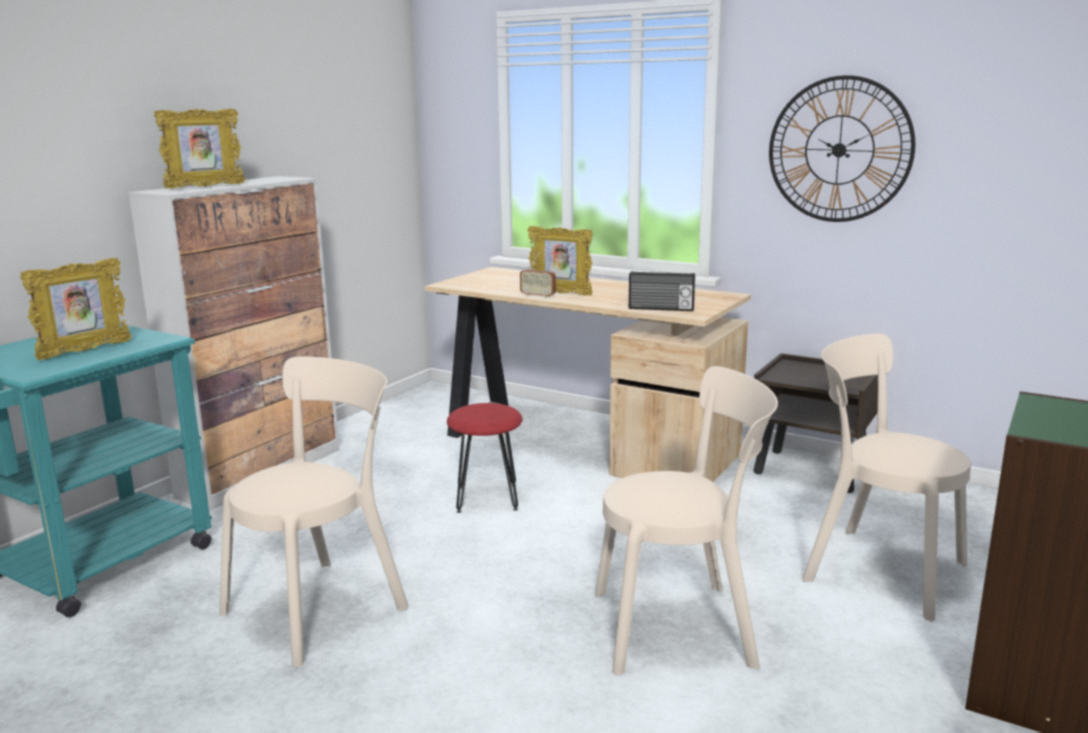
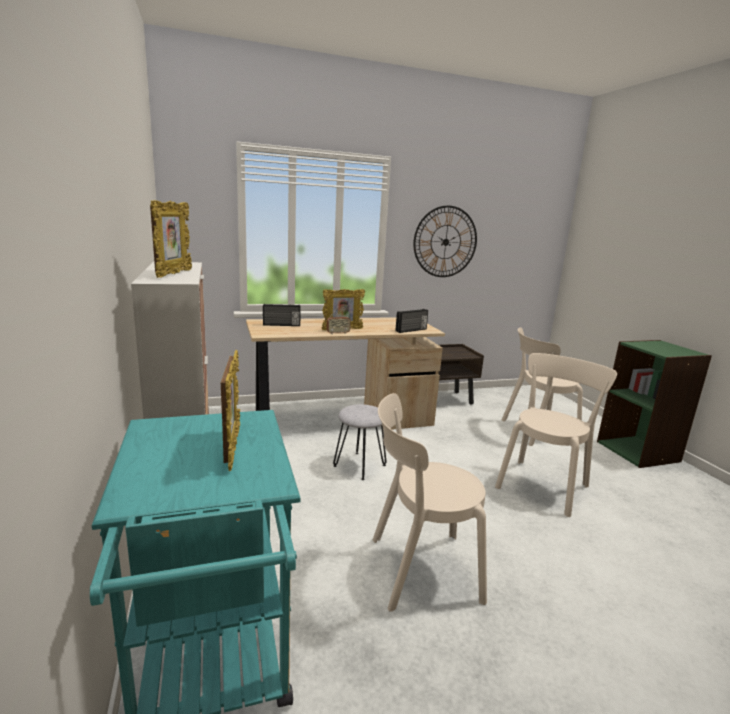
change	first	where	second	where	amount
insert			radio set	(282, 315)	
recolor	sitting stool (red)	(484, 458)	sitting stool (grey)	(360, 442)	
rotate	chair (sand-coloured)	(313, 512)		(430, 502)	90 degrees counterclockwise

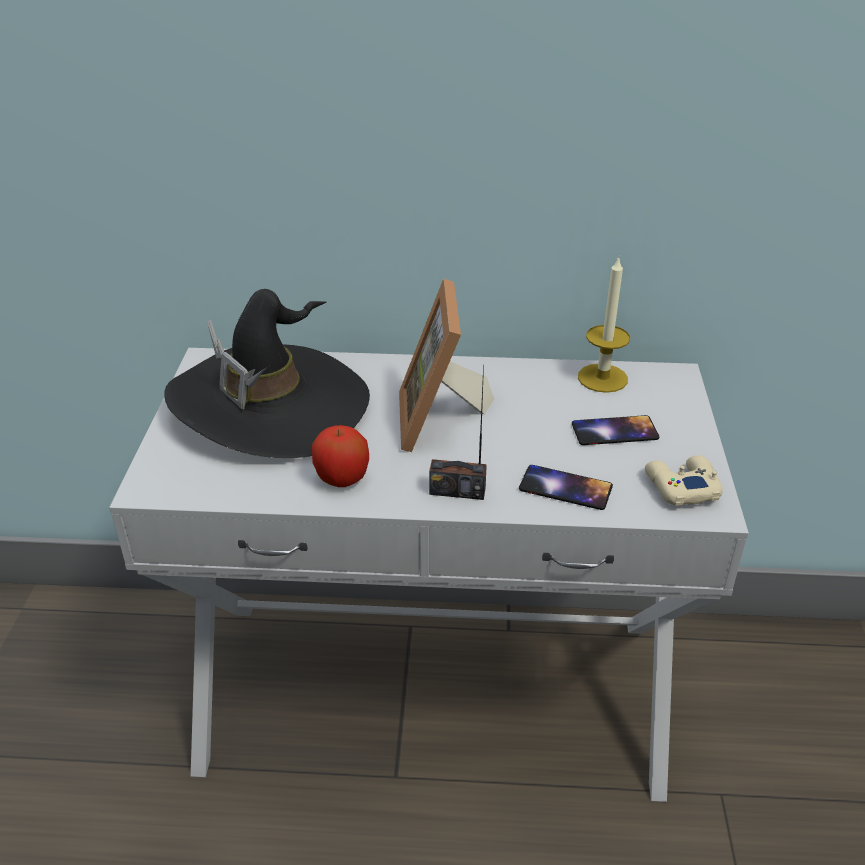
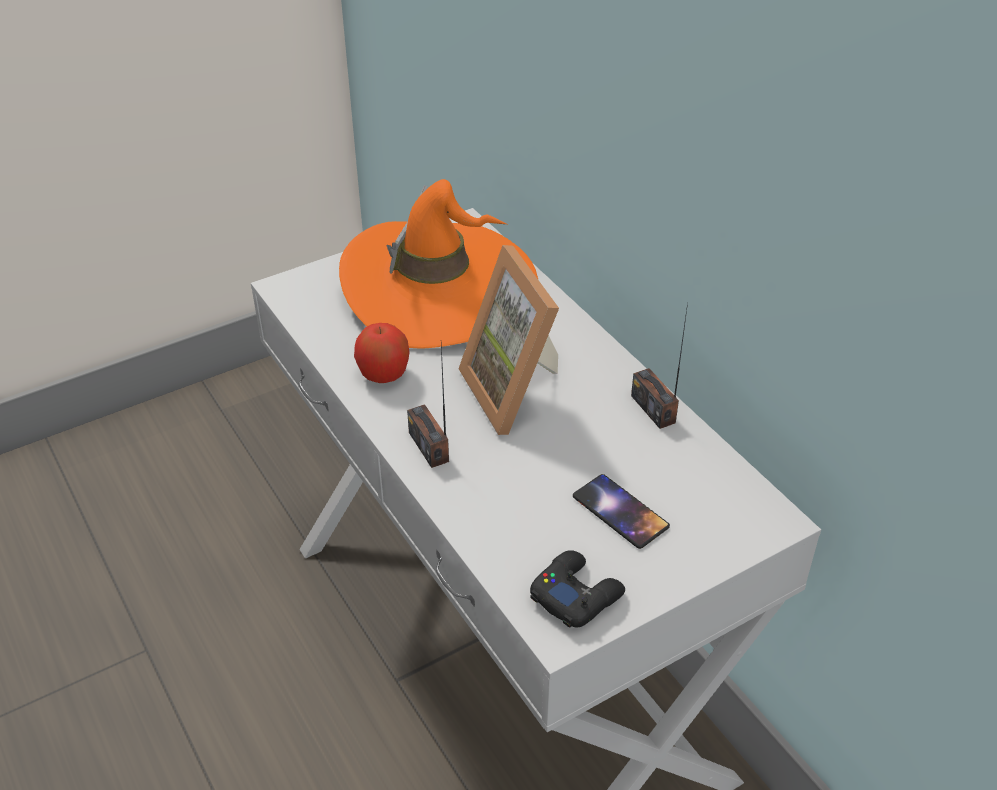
change	first	where	second	where	amount
delete	phone	(566, 487)			
delete	candle	(604, 324)			
insert			radio set	(659, 366)	
recolor	hat (black-coloured)	(267, 373)	hat (orangey)	(438, 264)	
recolor	game controller (sand-coloured)	(684, 480)	game controller (black-coloured)	(577, 589)	
rotate	standing frame	(446, 365)		(508, 340)	75 degrees counterclockwise

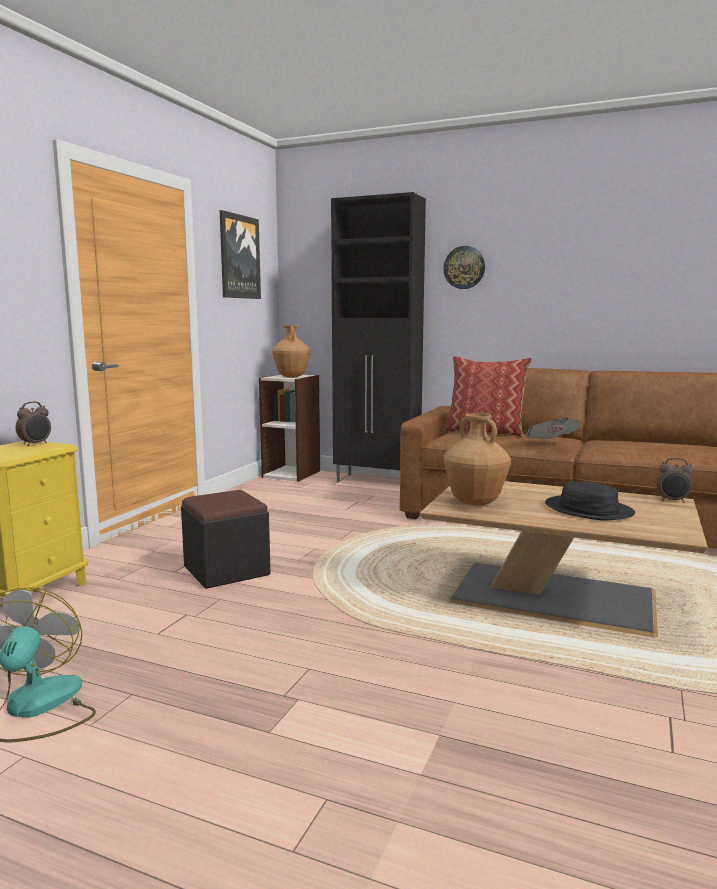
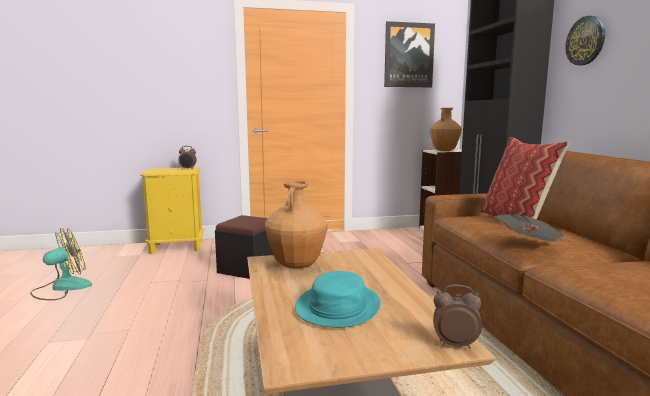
change	first	where	second	where	amount
recolor	hat (black-coloured)	(590, 500)	hat (turquoise)	(337, 299)	
rotate	alarm clock	(675, 480)		(457, 317)	120 degrees clockwise

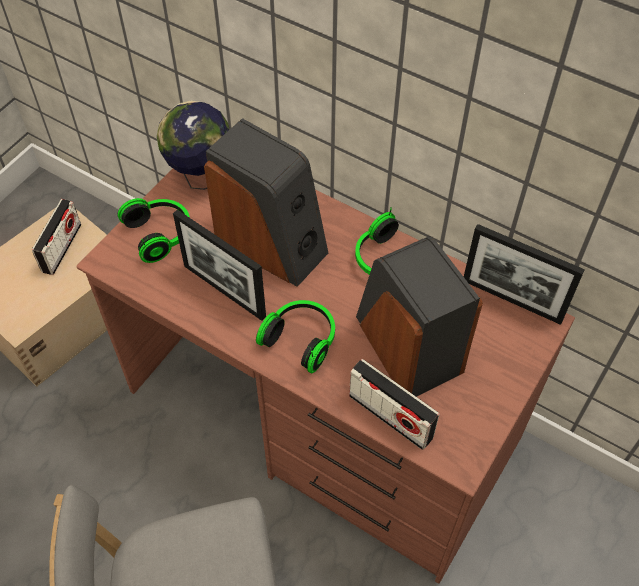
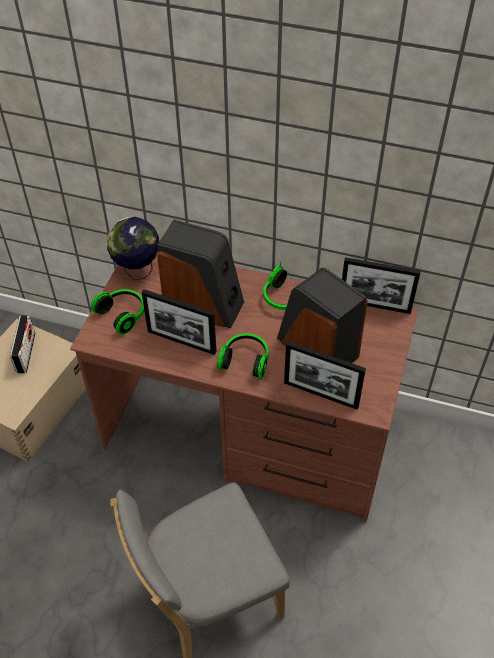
change	first	where	second	where	amount
replace	radio set	(394, 404)	standing frame	(325, 375)	

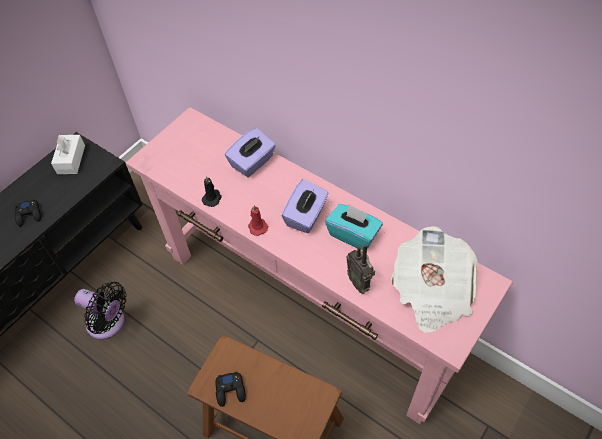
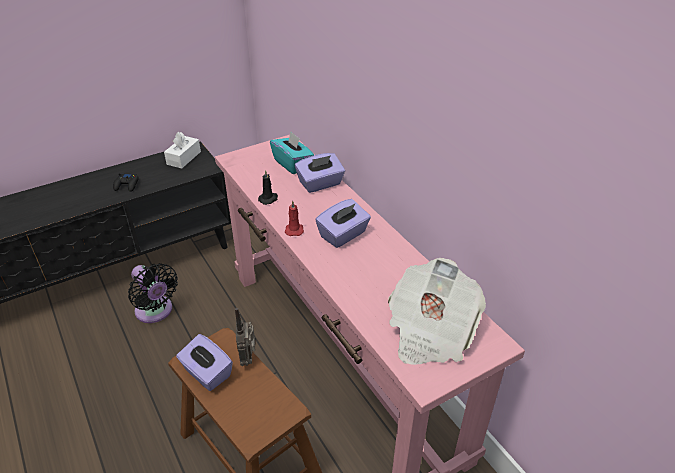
change	first	where	second	where	amount
move	box of tissues (turquoise)	(354, 227)		(292, 153)	
move	radio set	(360, 269)		(245, 337)	
replace	game controller (black-coloured)	(230, 389)	box of tissues (purple-coloured)	(204, 362)	

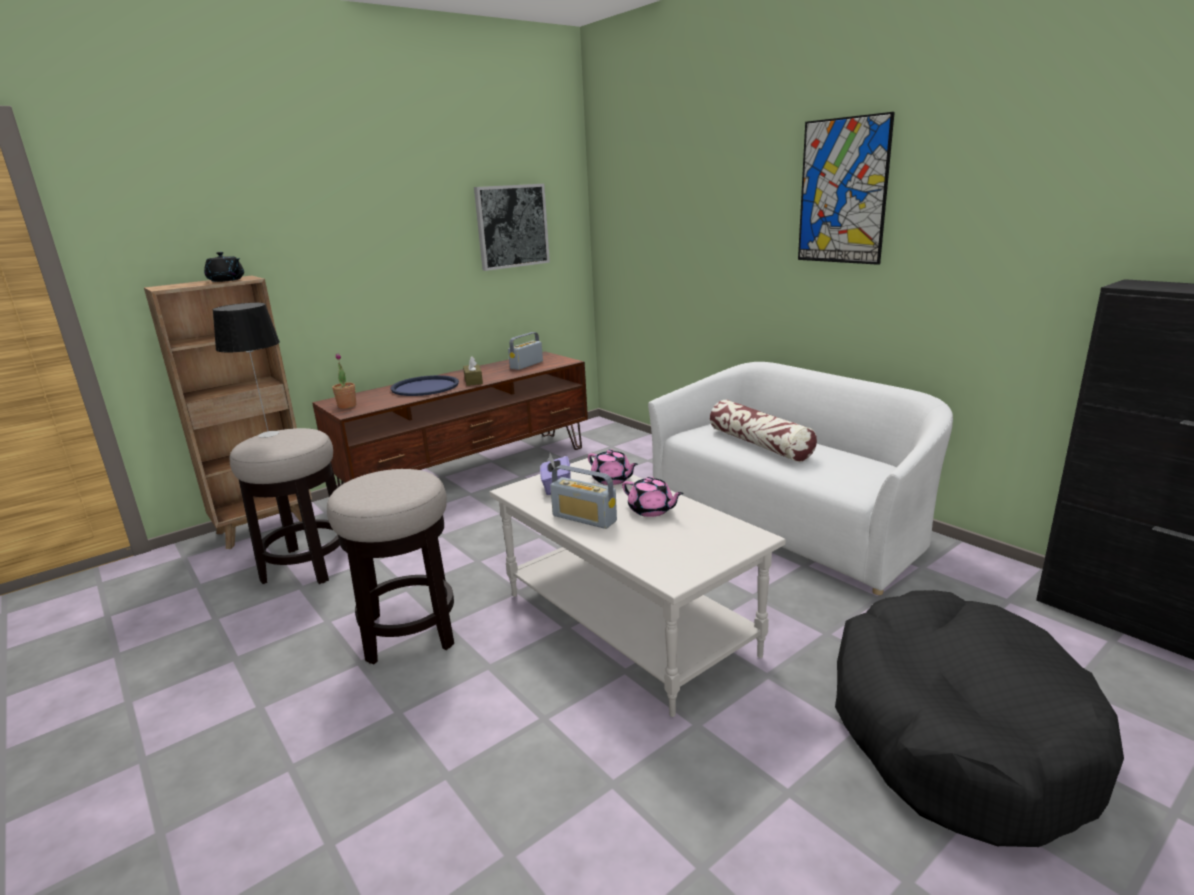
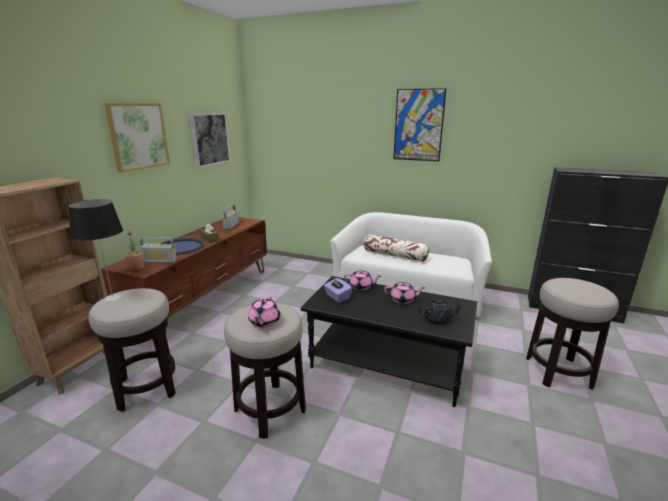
change	first	where	second	where	amount
insert			wall art	(137, 137)	
insert			teapot (pink-coloured)	(264, 311)	
move	teapot (black-coloured)	(224, 267)		(440, 312)	
move	radio set	(583, 497)		(158, 250)	
replace	pet bed (black-coloured)	(979, 718)	sitting stool	(572, 334)	
recolor	coffee table (whitish)	(637, 587)	coffee table (black-coloured)	(389, 341)	

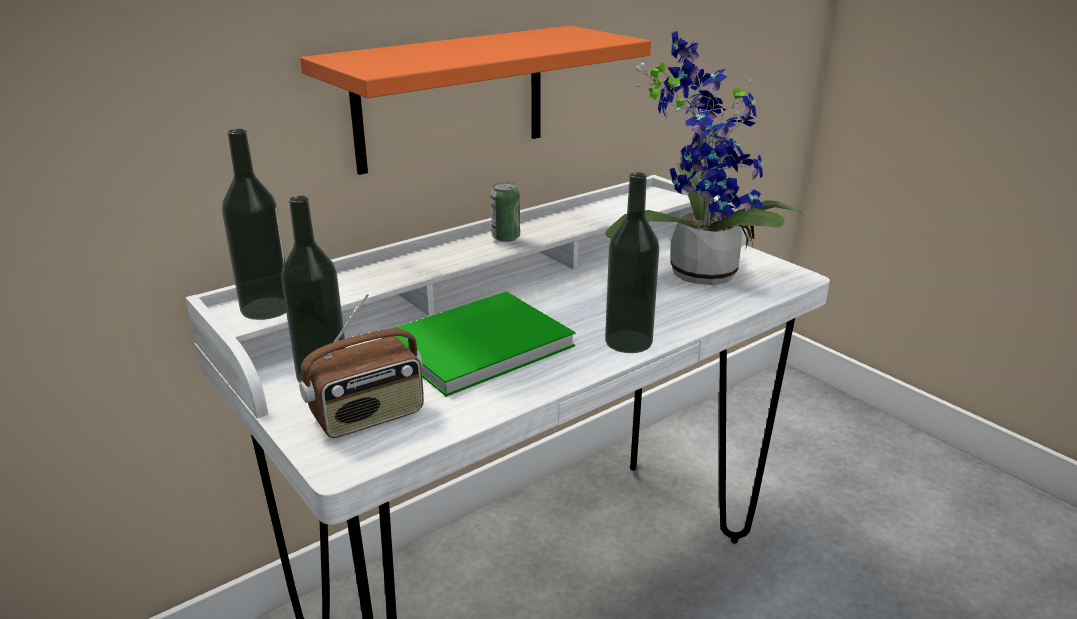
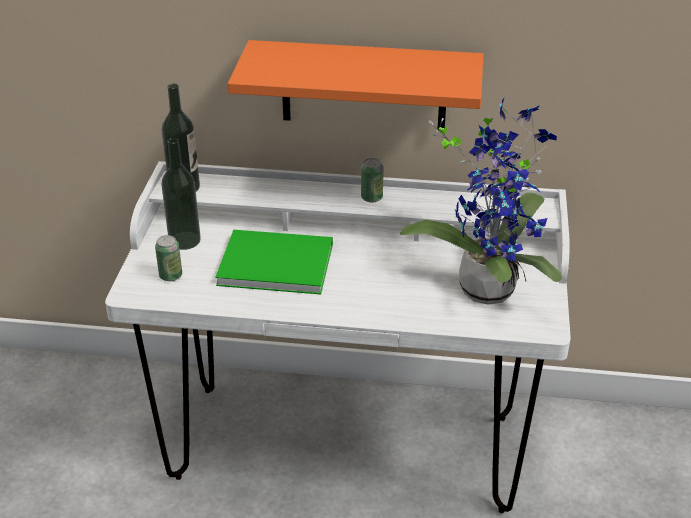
change	first	where	second	where	amount
delete	bottle	(632, 262)			
replace	radio set	(361, 366)	sealed can	(168, 258)	

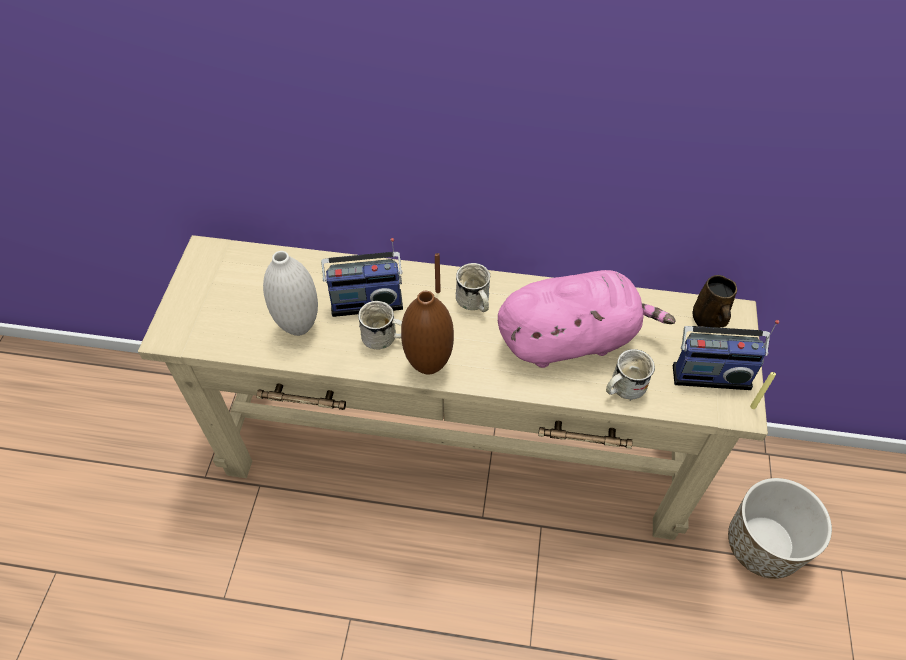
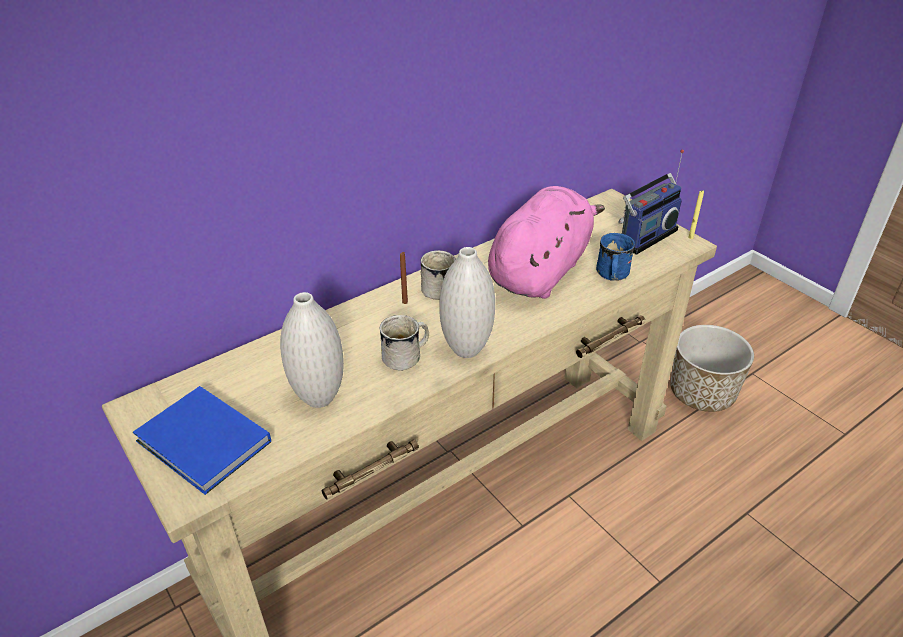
change	first	where	second	where	amount
delete	radio set	(362, 277)			
delete	coffee mug (brown)	(714, 301)			
insert			volume (blue-coloured)	(202, 440)	
recolor	vase (brown)	(427, 333)	vase (whitish)	(467, 302)	
recolor	coffee mug (whitish)	(630, 375)	coffee mug (blue-coloured)	(615, 257)	

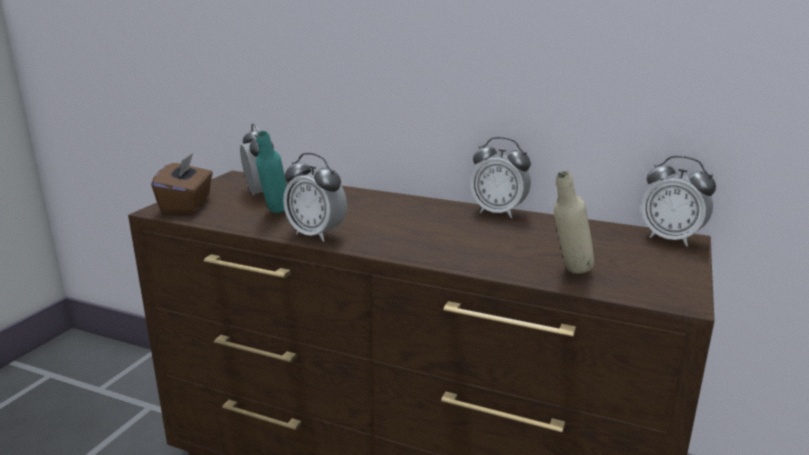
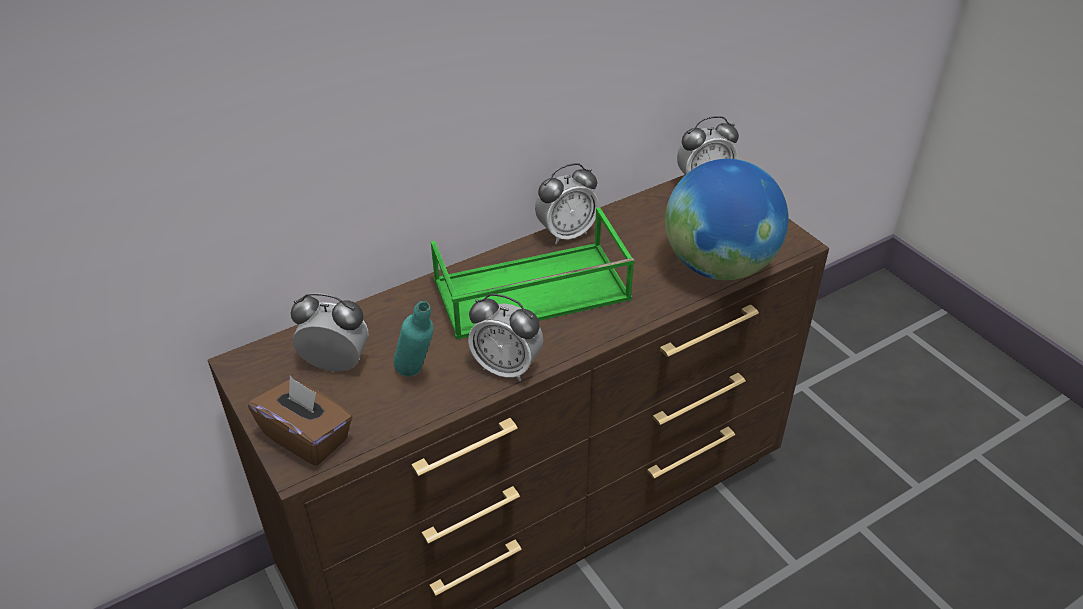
change	first	where	second	where	amount
insert			carrying tray (green)	(533, 273)	
replace	bottle (sand-coloured)	(573, 222)	desk globe	(727, 219)	
rotate	alarm clock	(315, 197)		(505, 337)	45 degrees clockwise

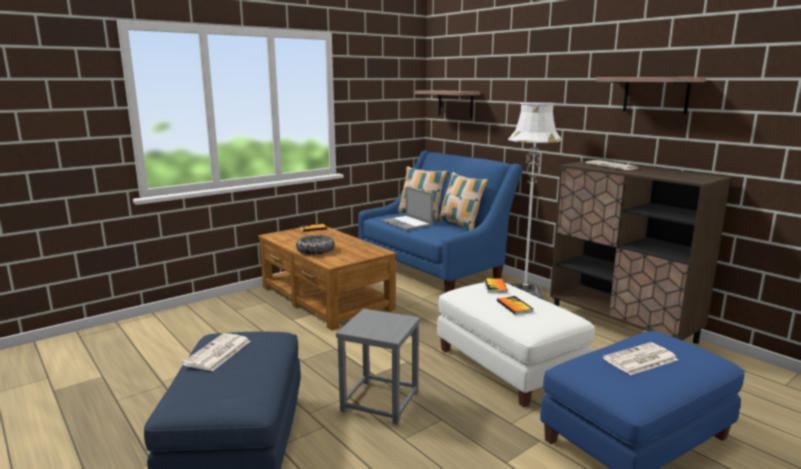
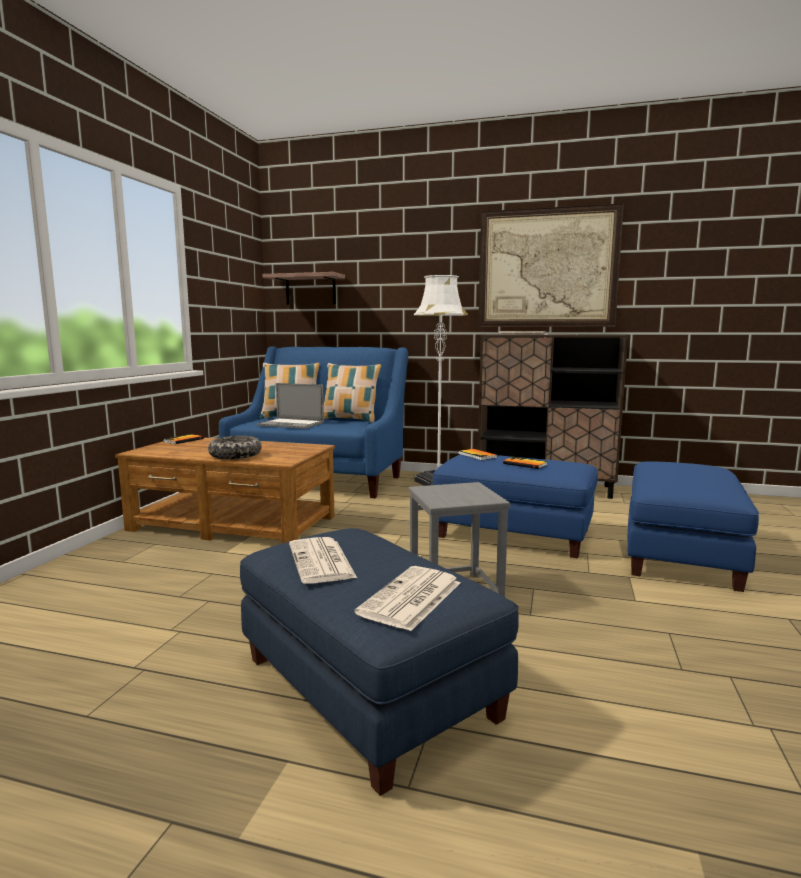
change	first	where	second	where	amount
move	daily paper	(640, 358)		(407, 598)	
replace	wall shelf	(651, 95)	wall art	(551, 265)	
recolor	pouffe (whitish)	(516, 344)	pouffe (blue-coloured)	(515, 506)	

